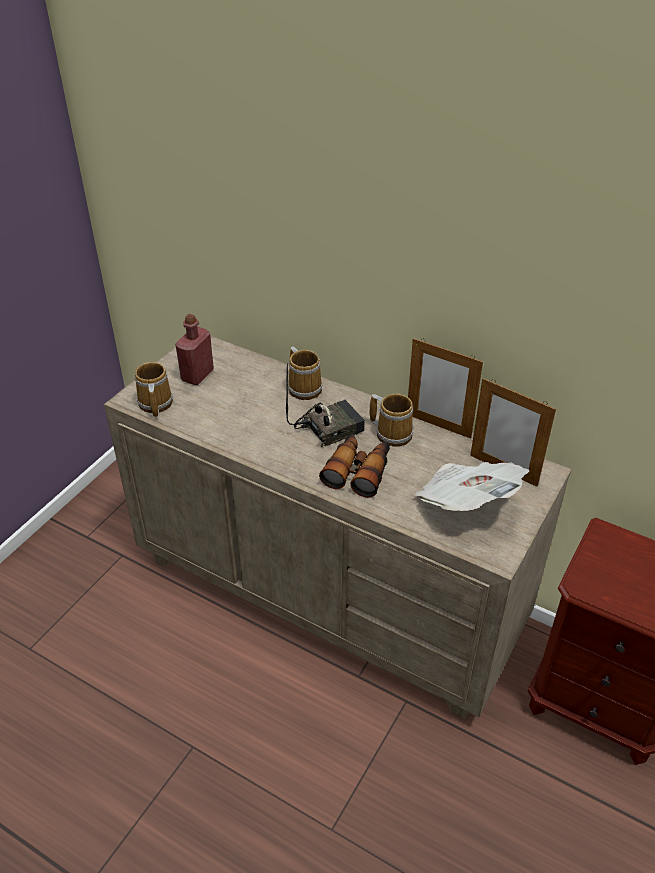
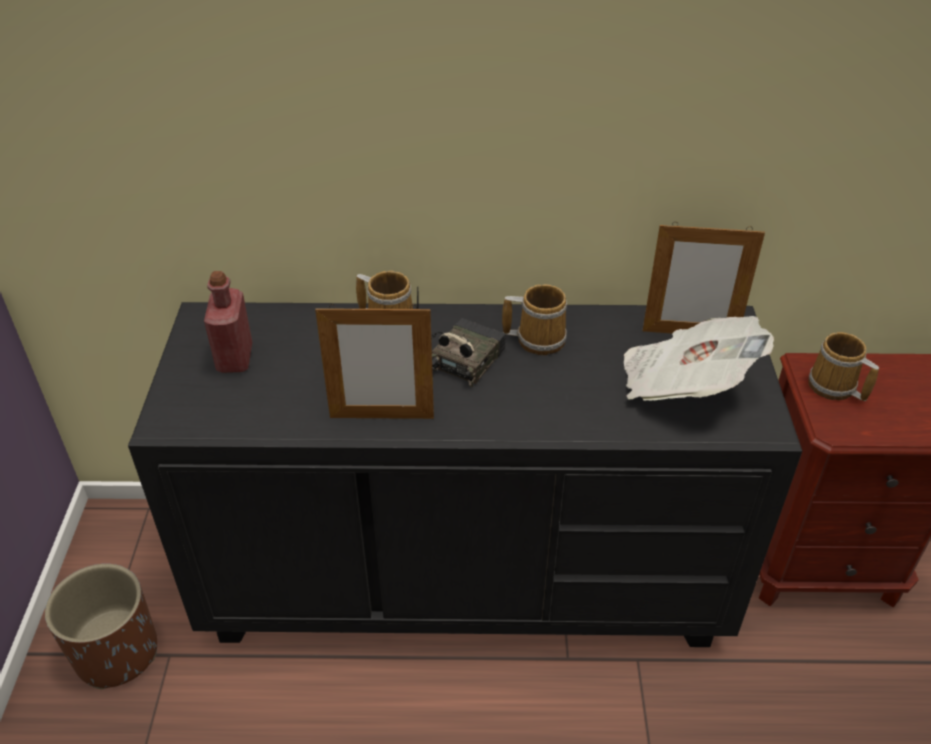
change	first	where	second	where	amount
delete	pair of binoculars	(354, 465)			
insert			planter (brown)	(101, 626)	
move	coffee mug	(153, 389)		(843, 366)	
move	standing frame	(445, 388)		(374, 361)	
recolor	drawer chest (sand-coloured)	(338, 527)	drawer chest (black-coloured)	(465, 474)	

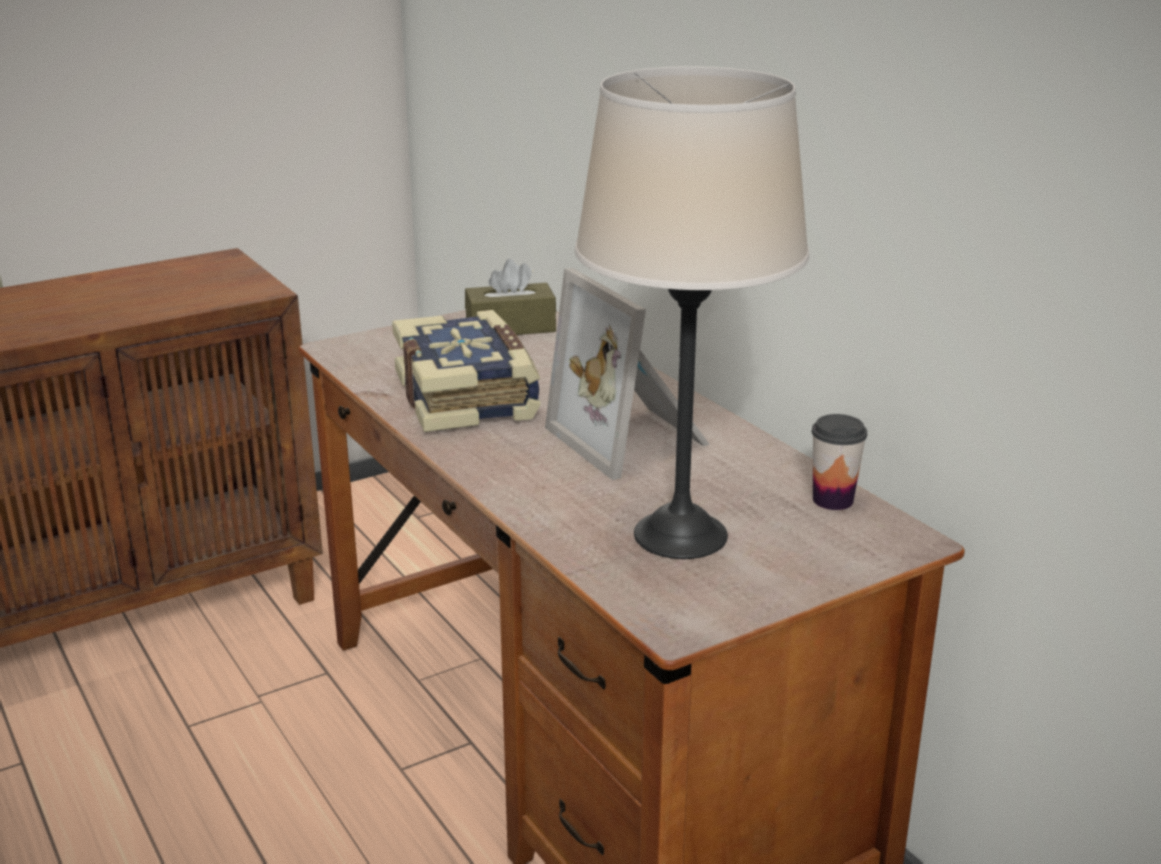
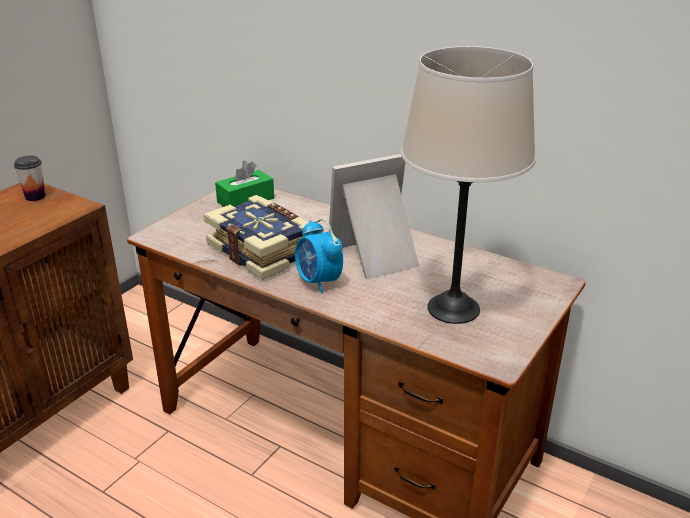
change	first	where	second	where	amount
insert			alarm clock	(319, 256)	
move	cup	(839, 462)		(30, 178)	
recolor	box of tissues (brown)	(510, 297)	box of tissues (green)	(244, 184)	
rotate	standing frame	(627, 374)		(374, 216)	120 degrees clockwise

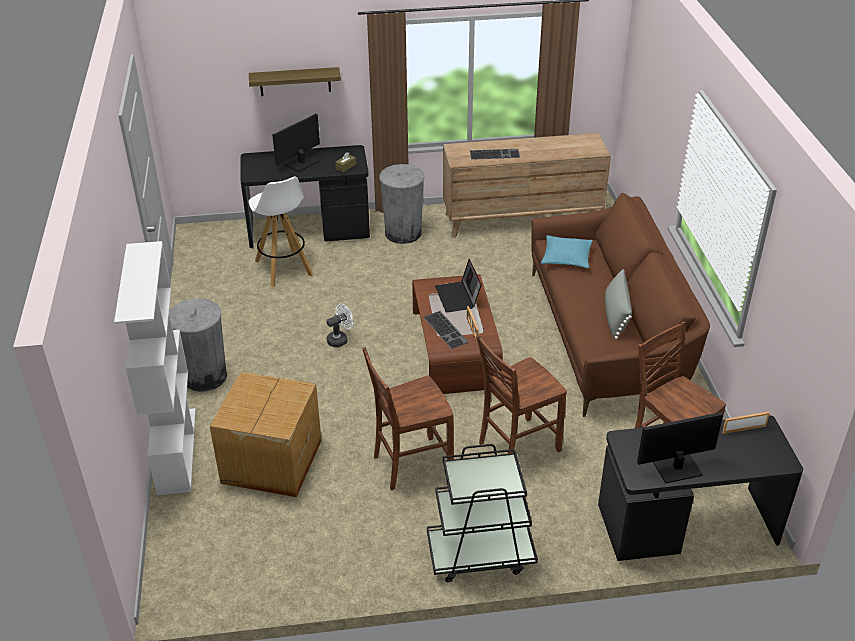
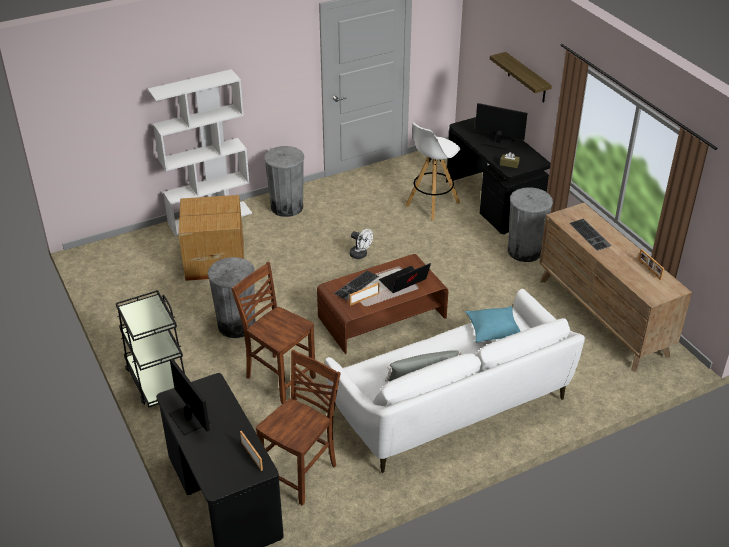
change	first	where	second	where	amount
insert			standing frame	(651, 264)	
replace	chair (brown)	(408, 418)	trash can (grey)	(232, 297)	
recolor	couch (brown)	(621, 305)	couch (whitish)	(455, 381)	

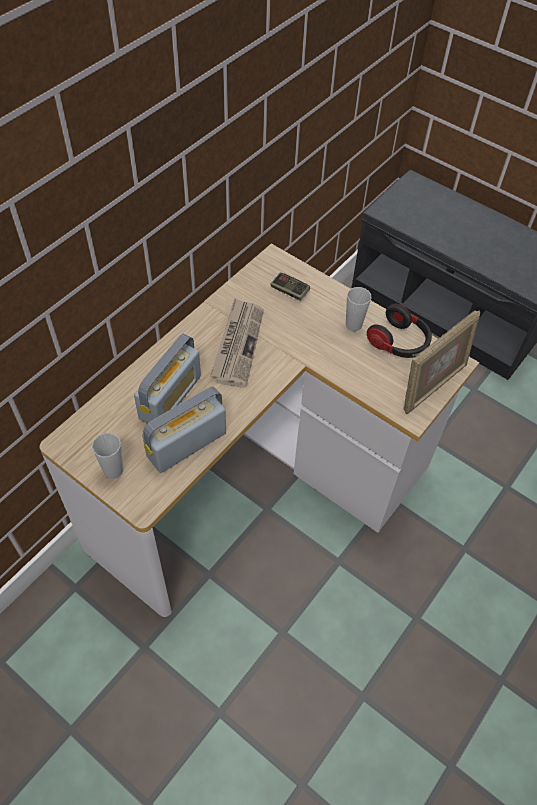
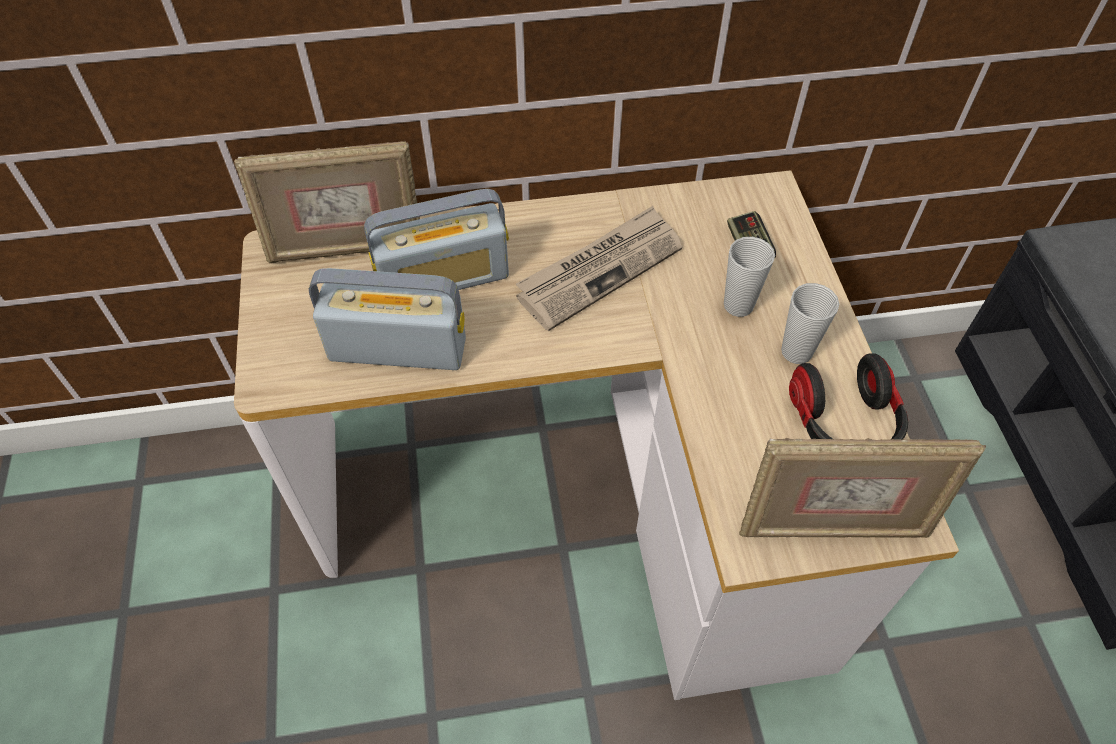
change	first	where	second	where	amount
insert			standing frame	(327, 202)	
move	cup	(107, 456)		(749, 277)	

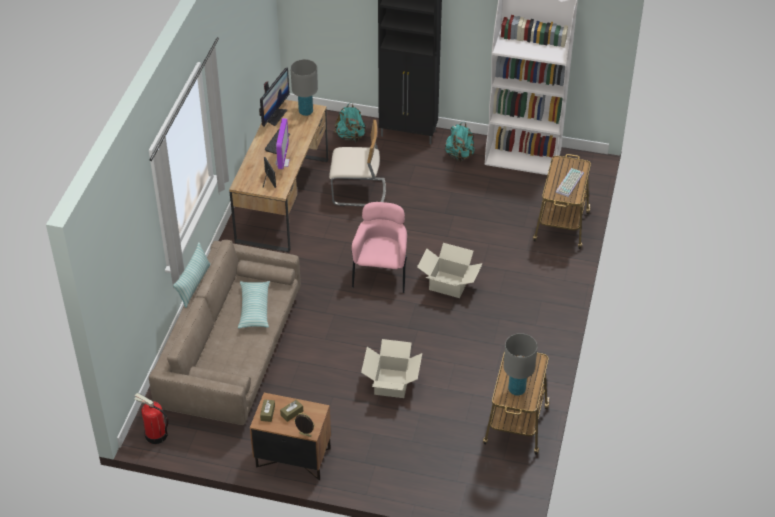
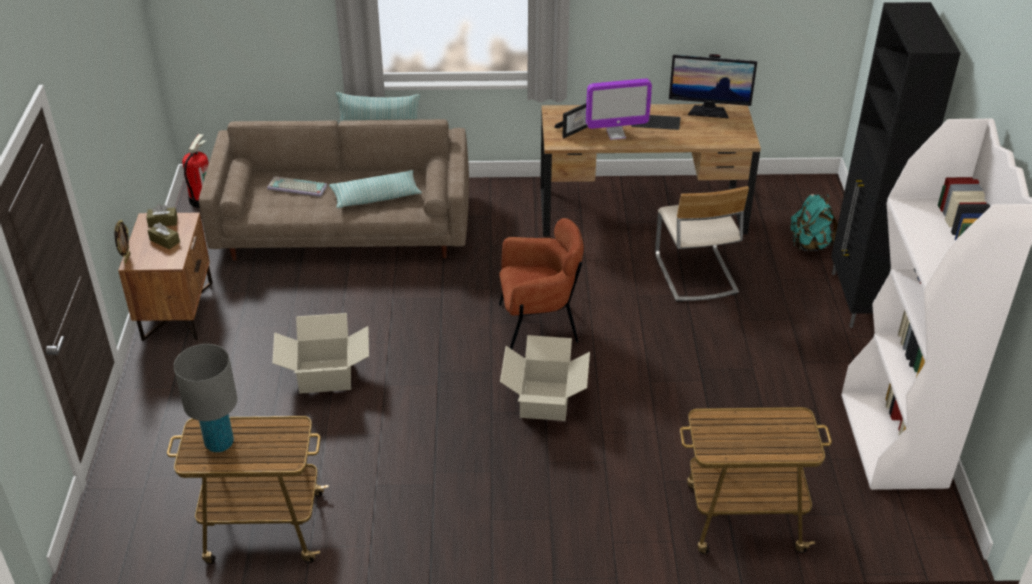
change	first	where	second	where	amount
delete	table lamp (grey)	(304, 87)			
delete	backpack (turquoise)	(460, 142)			
move	PC keyboard	(569, 182)		(297, 186)	
recolor	easy chair (pink-coloured)	(379, 247)	easy chair (brown)	(541, 283)	

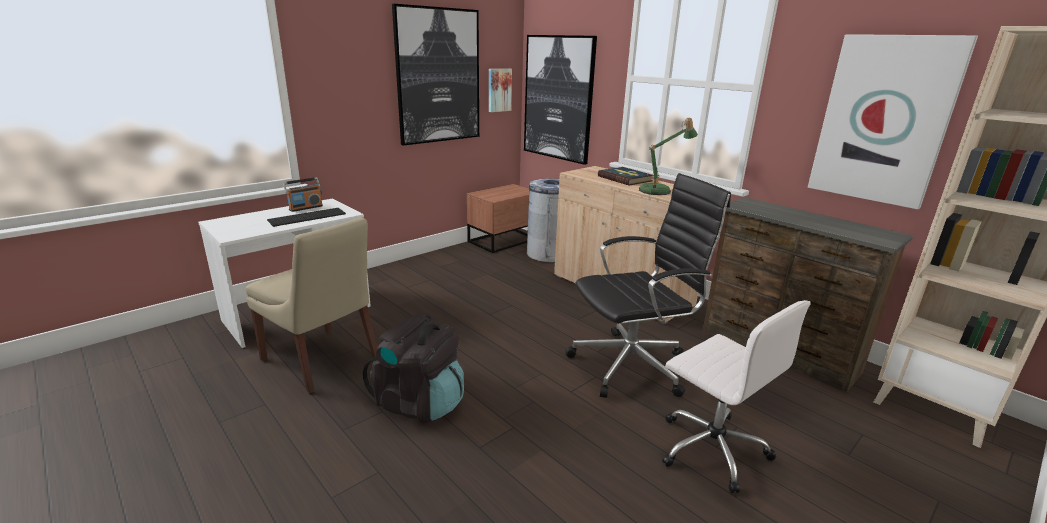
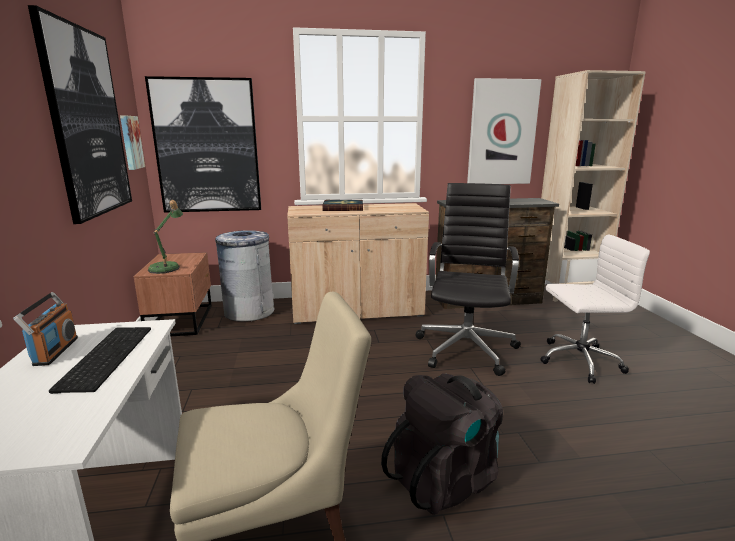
change	first	where	second	where	amount
move	table lamp	(668, 156)		(165, 237)	

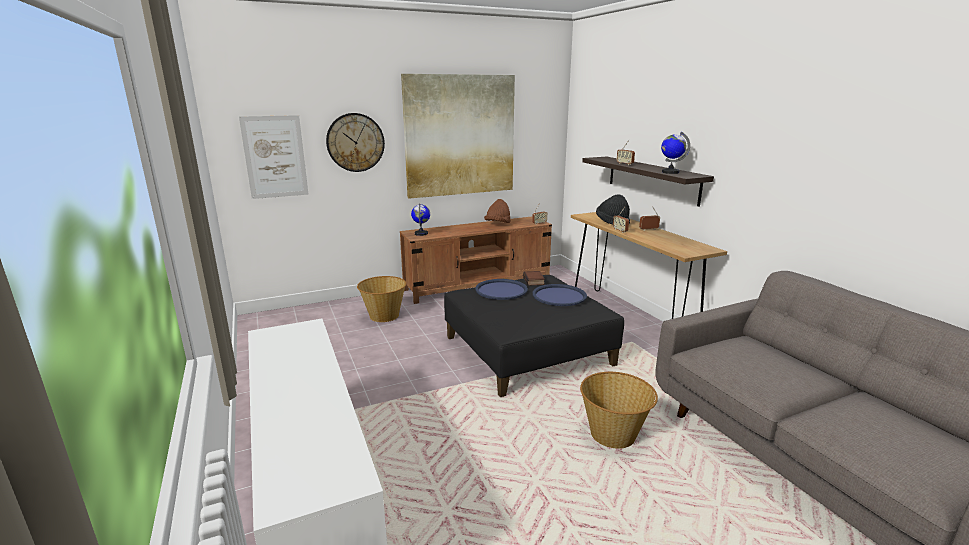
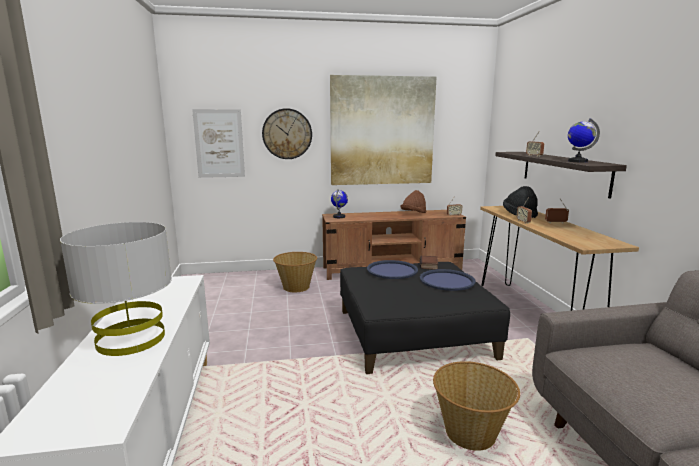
change	first	where	second	where	amount
insert			table lamp (grey)	(116, 289)	

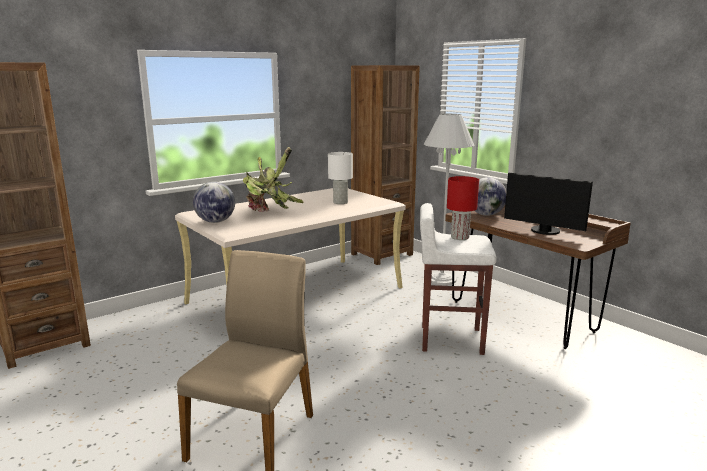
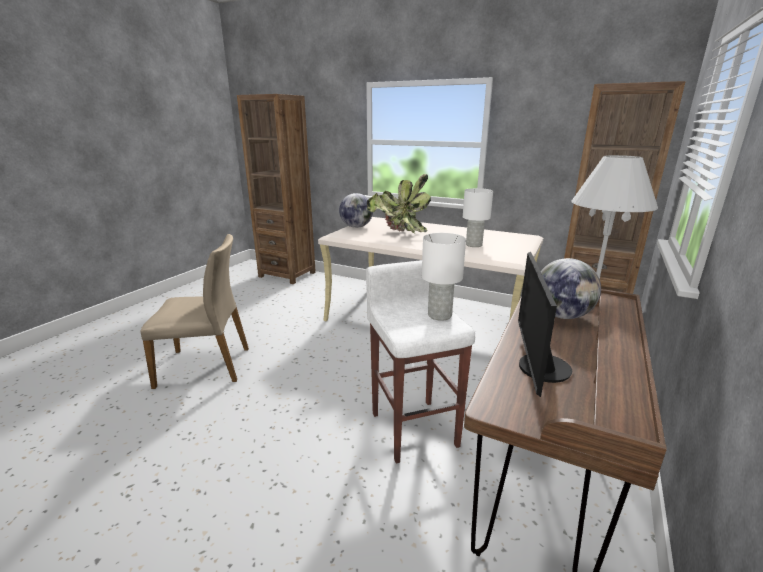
change	first	where	second	where	amount
recolor	table lamp (red)	(463, 208)	table lamp (whitish)	(444, 277)	

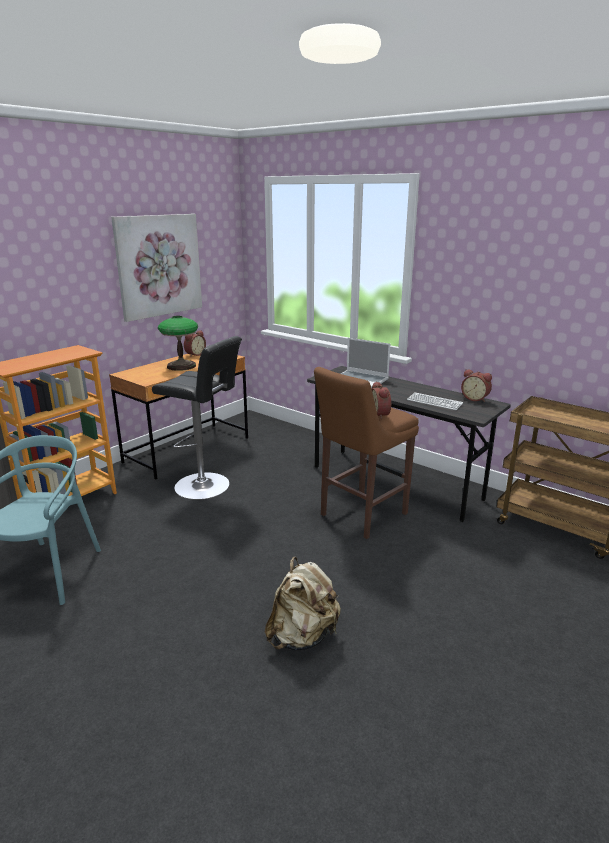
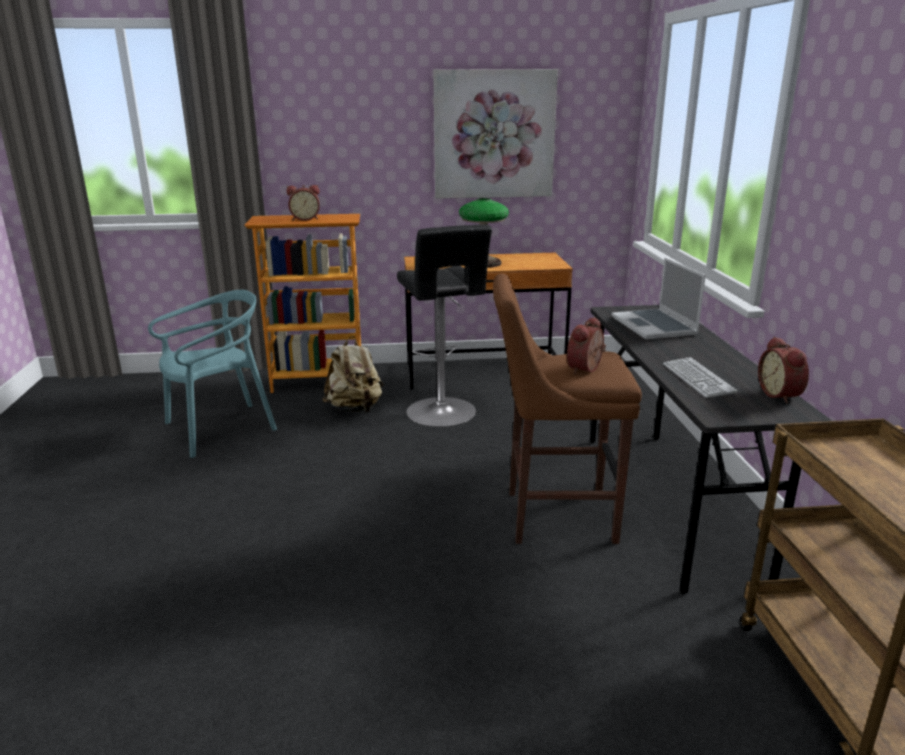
change	first	where	second	where	amount
move	alarm clock	(195, 343)		(303, 203)	
move	backpack (sand-coloured)	(303, 603)		(353, 374)	

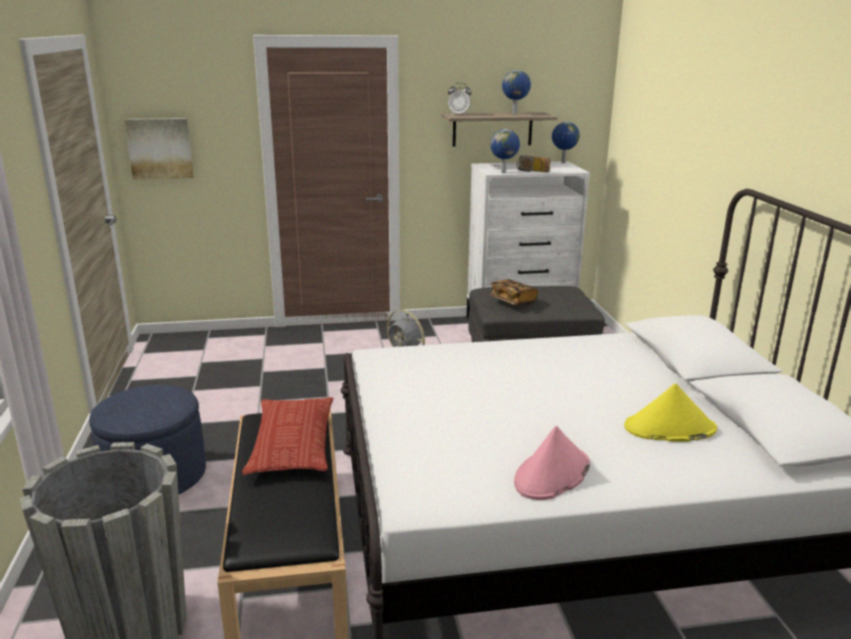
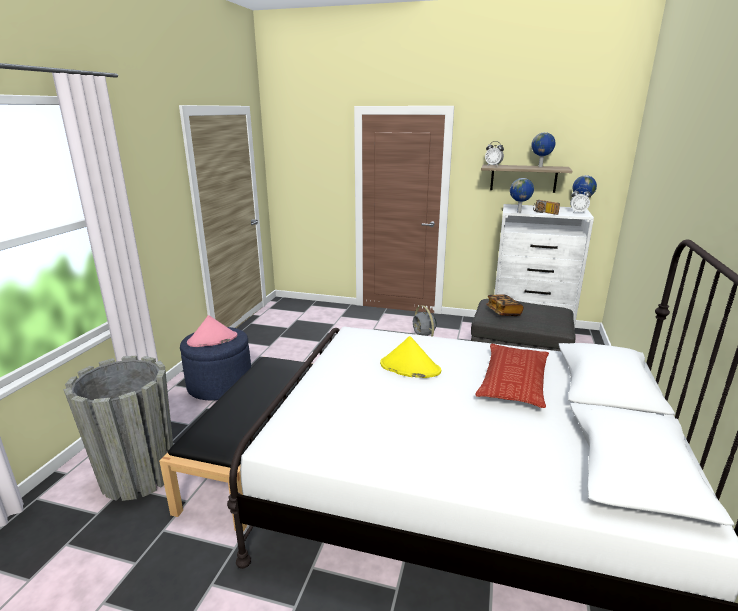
change	first	where	second	where	amount
delete	wall art	(159, 149)			
insert			alarm clock	(580, 200)	
move	throw pillow	(287, 436)		(512, 376)	
move	hat (pink-coloured)	(552, 463)		(212, 331)	
move	hat (yellow)	(670, 413)		(410, 357)	

